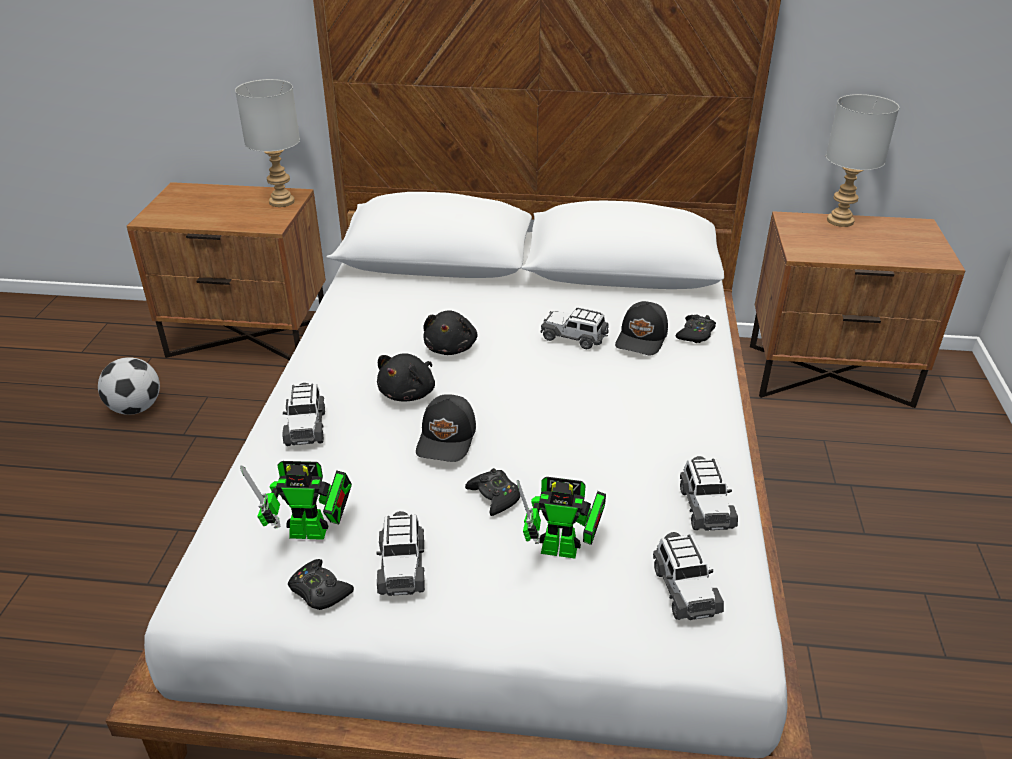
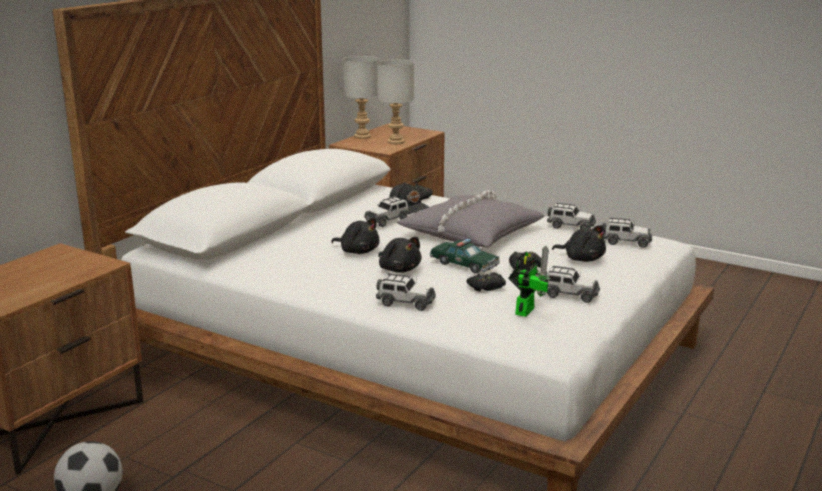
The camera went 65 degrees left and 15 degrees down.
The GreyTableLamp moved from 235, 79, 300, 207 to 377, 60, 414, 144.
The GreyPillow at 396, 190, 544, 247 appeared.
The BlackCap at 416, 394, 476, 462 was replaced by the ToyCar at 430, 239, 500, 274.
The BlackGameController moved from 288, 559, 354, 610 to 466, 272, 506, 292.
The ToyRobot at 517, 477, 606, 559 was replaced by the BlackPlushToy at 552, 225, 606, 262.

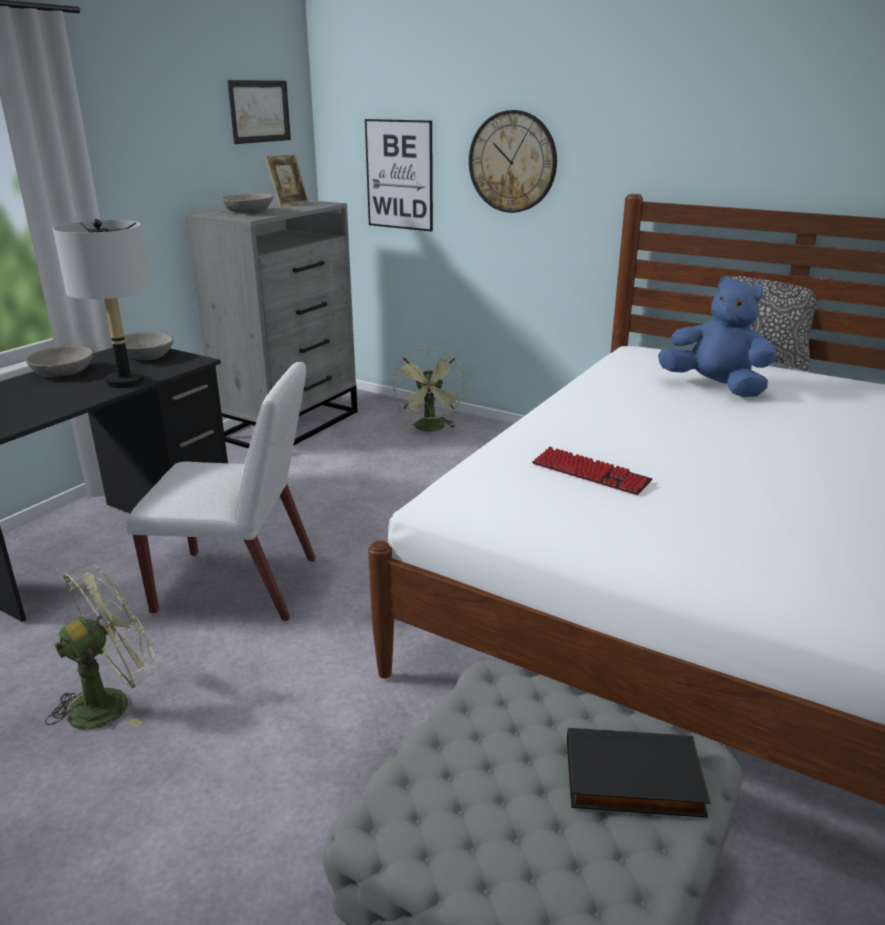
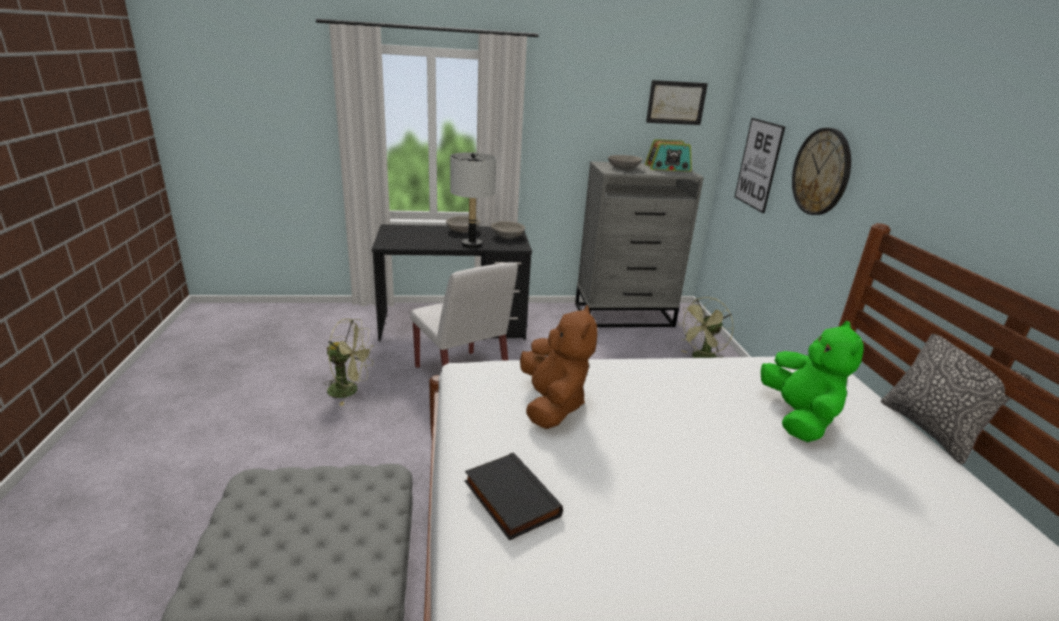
The camera went 50 degrees right and 0 degrees up.
The BlackBook moved from 567, 728, 710, 818 to 465, 452, 563, 540.
The Keyboard at 532, 447, 652, 495 was replaced by the BrownPlushToy at 520, 305, 597, 429.
The PictureFrame at 265, 154, 309, 206 was replaced by the Radio at 645, 139, 692, 172.
The BluePlushToy at 658, 276, 776, 397 became the GreenPlushToy at 761, 321, 864, 443.

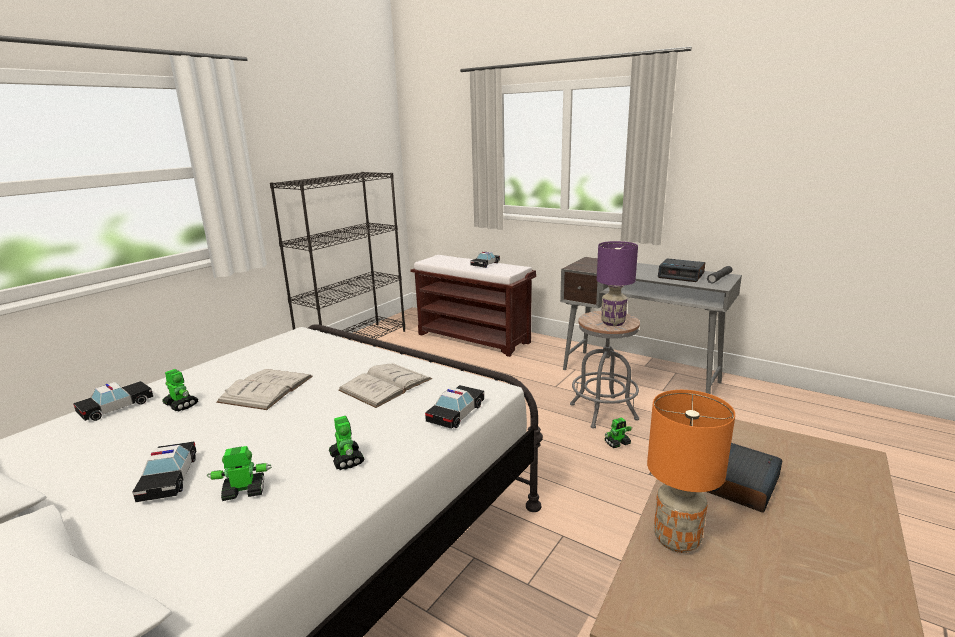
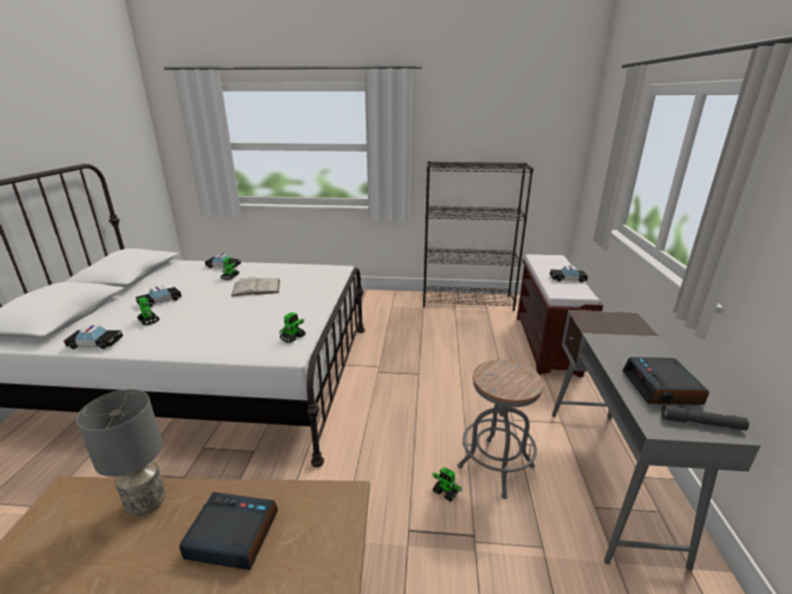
The camera went 60 degrees right and 5 degrees up.
The ToyCar moved from 425, 385, 484, 429 to 64, 325, 123, 349.
The OrangeTableLamp at 647, 390, 735, 553 became the GreyTableLamp at 76, 389, 165, 516.
The ToyRobot moved from 329, 416, 364, 470 to 279, 312, 306, 343.
The WhiteBook at 338, 363, 432, 408 disappeared.
The PurpleTableLamp at 597, 241, 638, 326 disappeared.

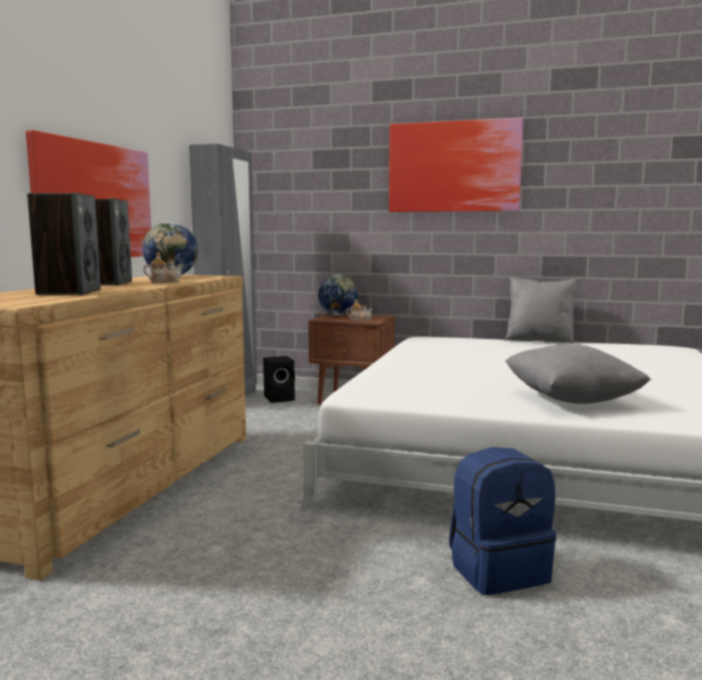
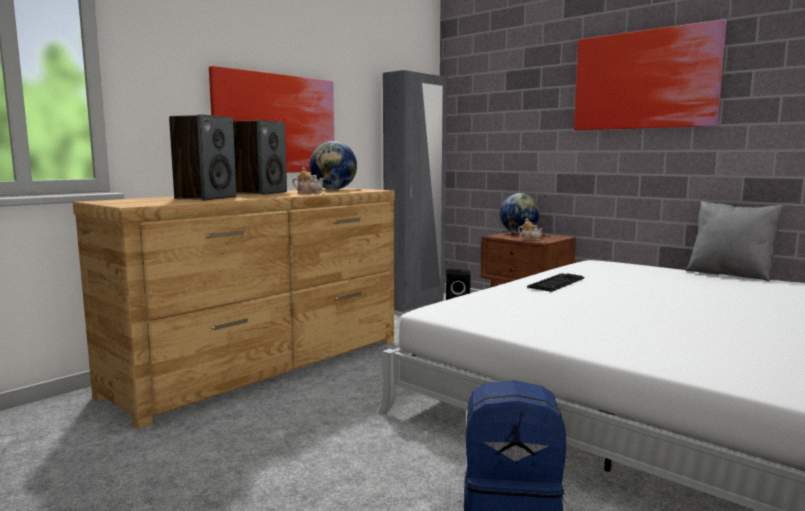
The camera went 25 degrees right and 0 degrees up.
The Keyboard at 527, 273, 584, 292 appeared.
The GreyPillow at 505, 344, 651, 404 disappeared.

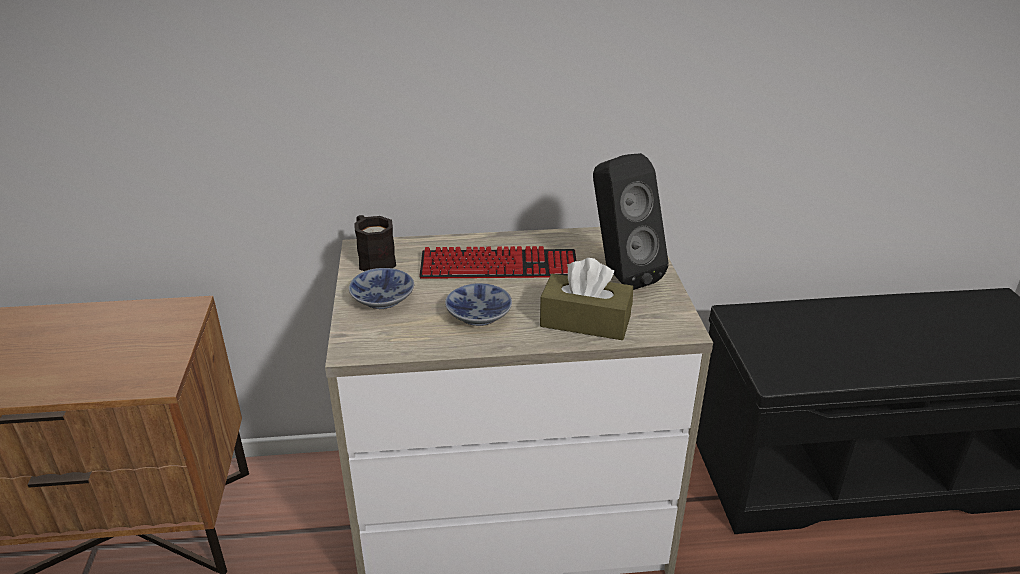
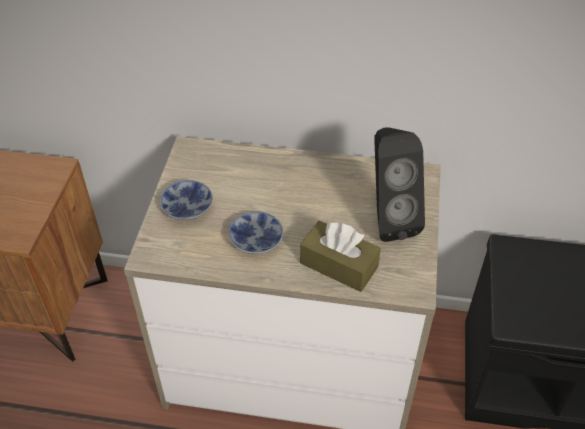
The camera went 15 degrees right and 15 degrees up.
The BlackMug at 354, 215, 396, 271 disappeared.
The Keyboard at 419, 246, 577, 279 disappeared.

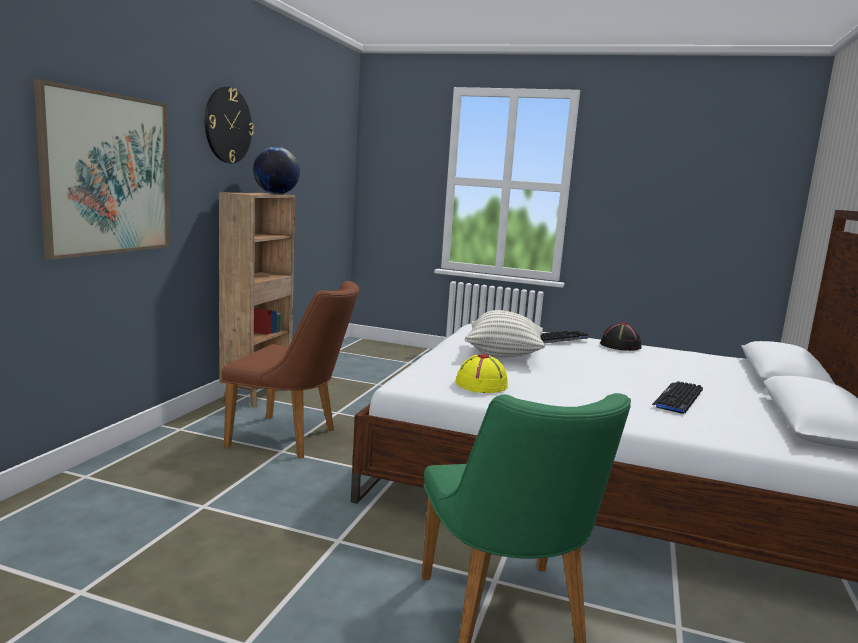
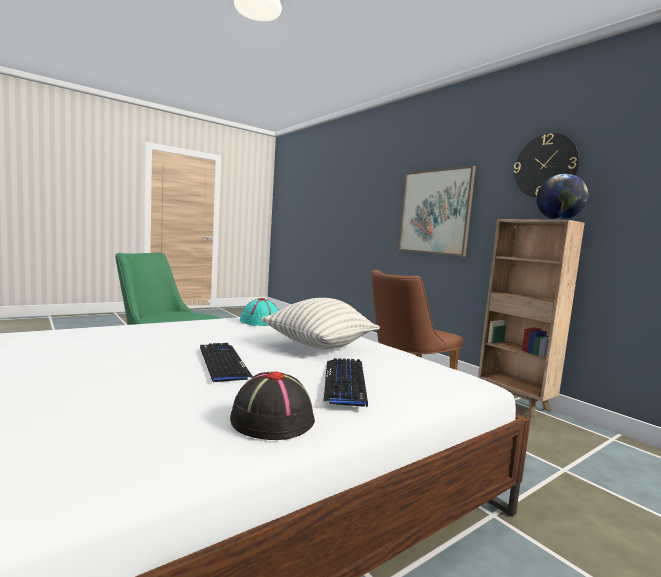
The camera went 125 degrees right and 5 degrees down.
The Keyboard moved from 652, 381, 703, 414 to 200, 343, 253, 382.
The YellowHat at 455, 354, 508, 393 became the TurquoiseHat at 240, 298, 278, 326.

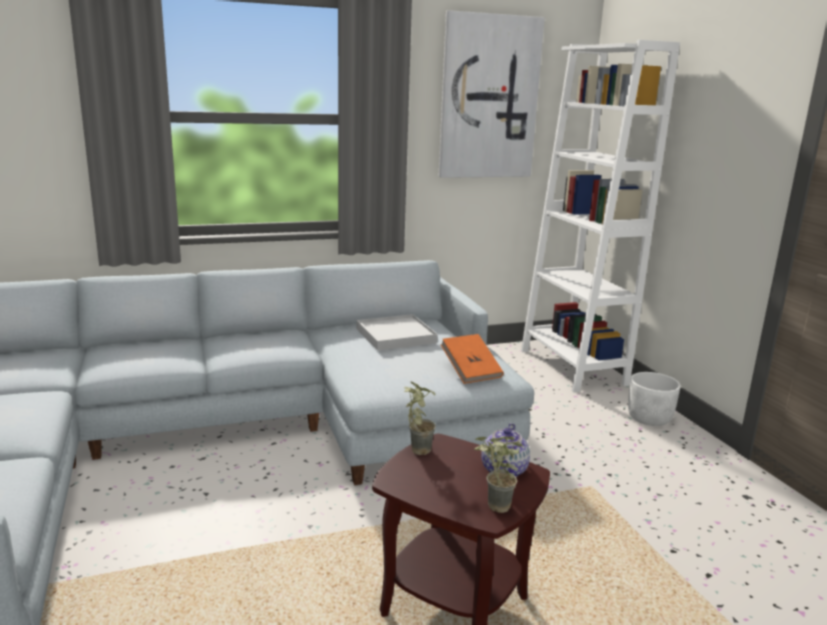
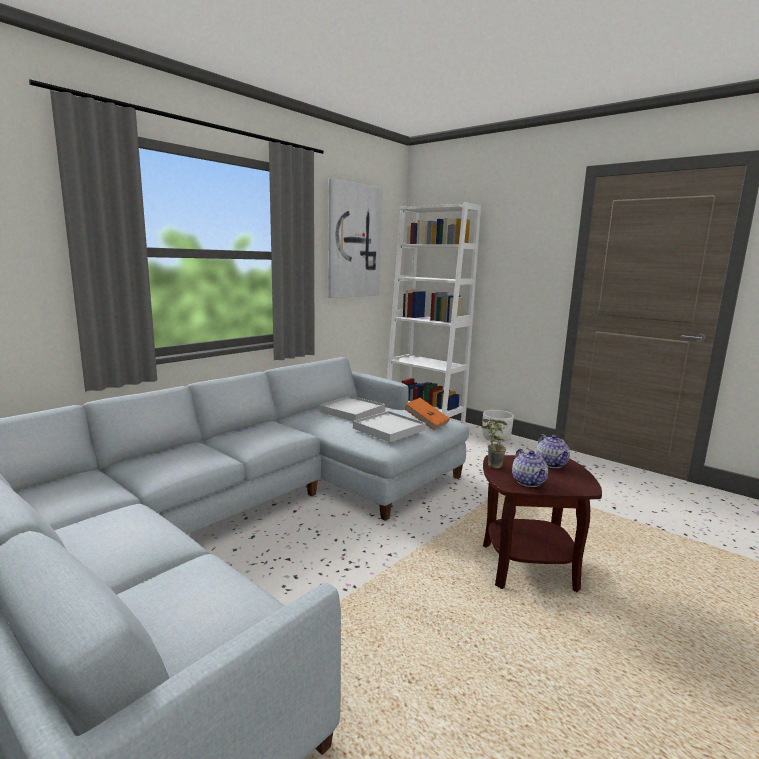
The camera went 30 degrees left and 5 degrees down.
The WhiteTray at 353, 411, 426, 442 appeared.
The Teapot at 512, 449, 548, 487 appeared.
The PottedPlant at 474, 436, 523, 513 disappeared.

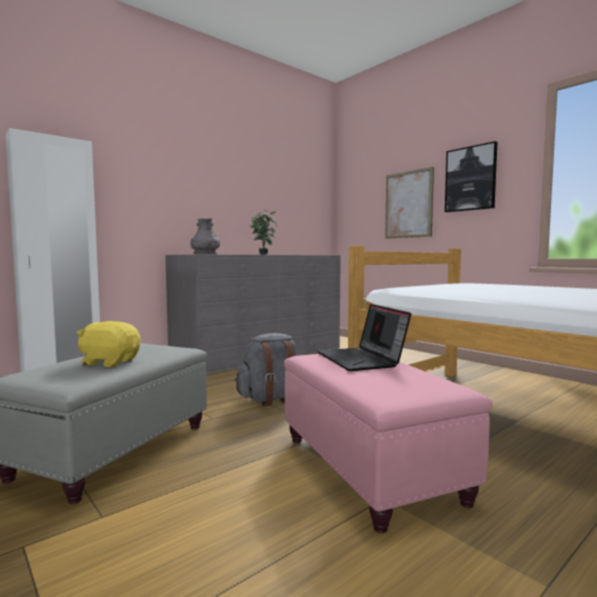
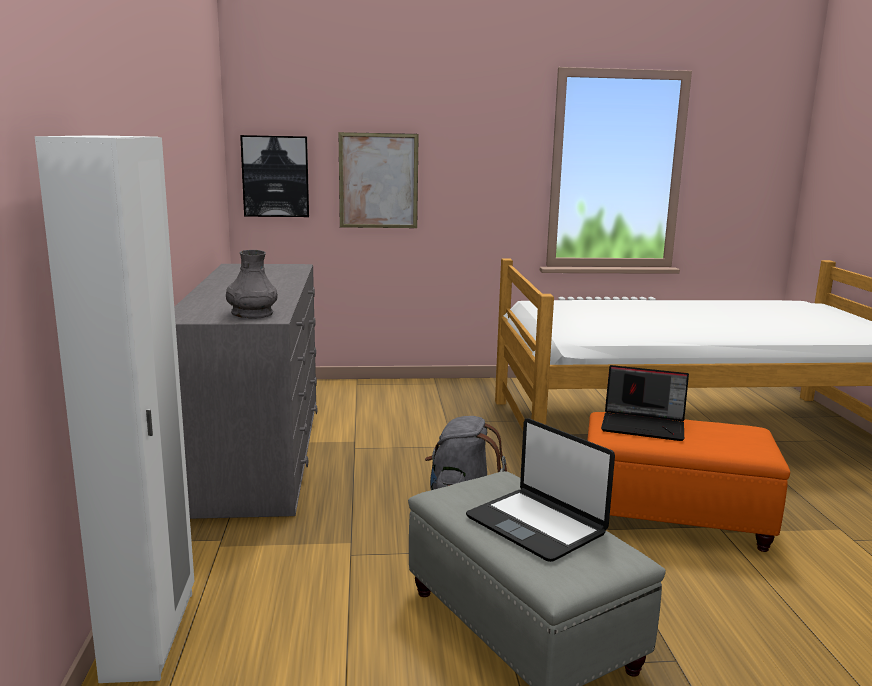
The camera went 55 degrees left and 10 degrees up.
The Picture moved from 445, 141, 497, 212 to 240, 135, 309, 217.
The YellowPlushToy at 77, 321, 140, 367 was replaced by the Laptop at 466, 418, 615, 562.
The PinkOttoman at 284, 354, 492, 533 became the OrangeOttoman at 587, 412, 790, 552.
The PottedPlant at 250, 210, 277, 255 disappeared.

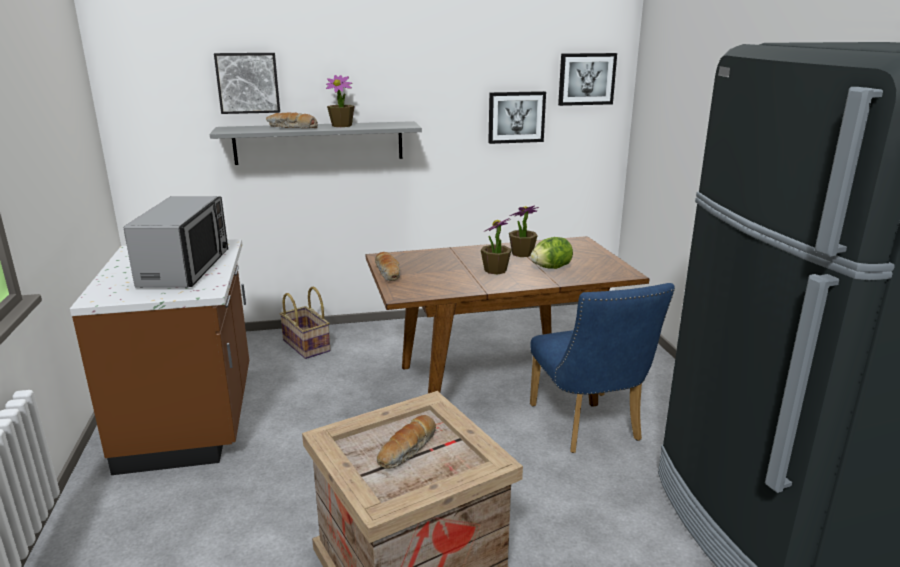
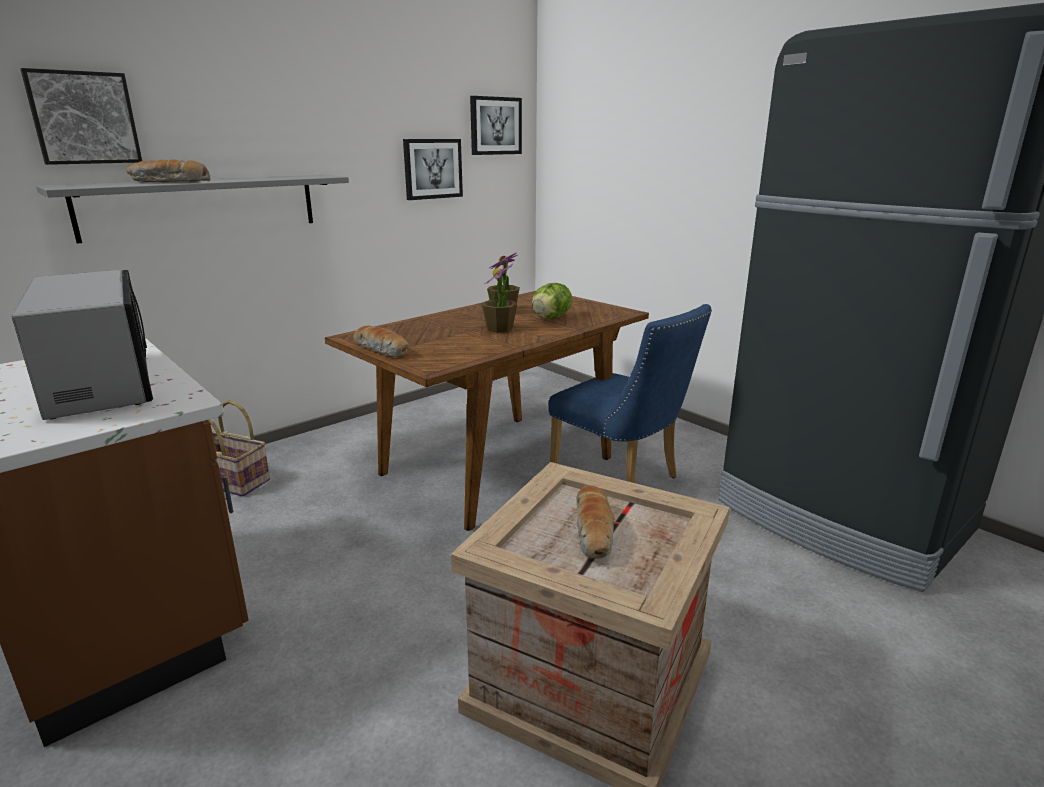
The camera went 30 degrees left and 0 degrees up.
The PottedPlant at 326, 75, 355, 127 disappeared.

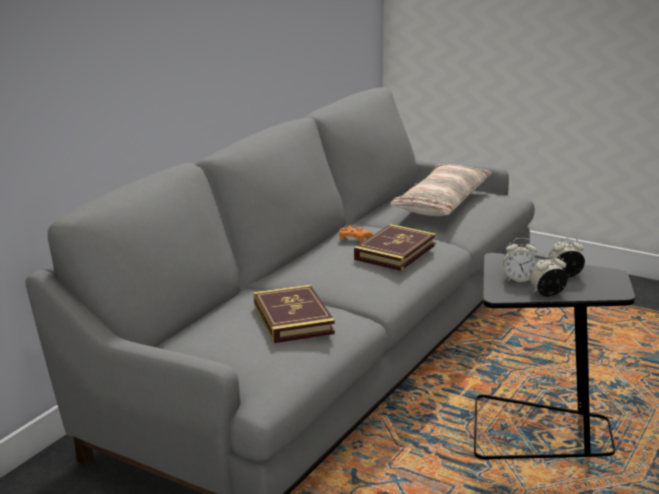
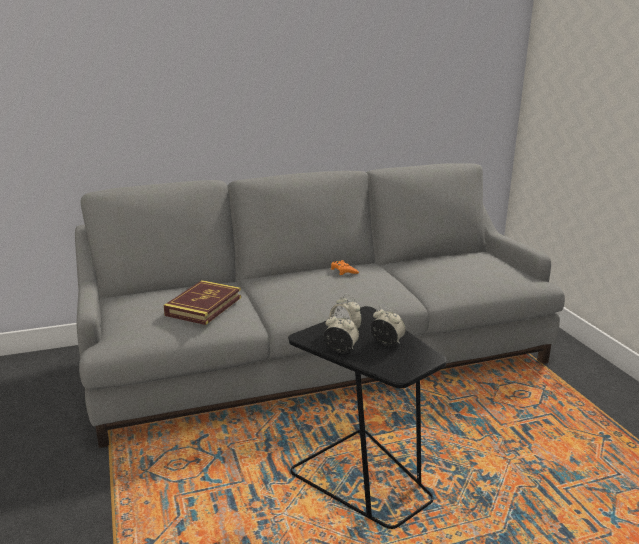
The camera went 40 degrees right and 0 degrees up.
The Book at 354, 224, 436, 271 disappeared.
The Pillow at 390, 164, 492, 216 disappeared.

